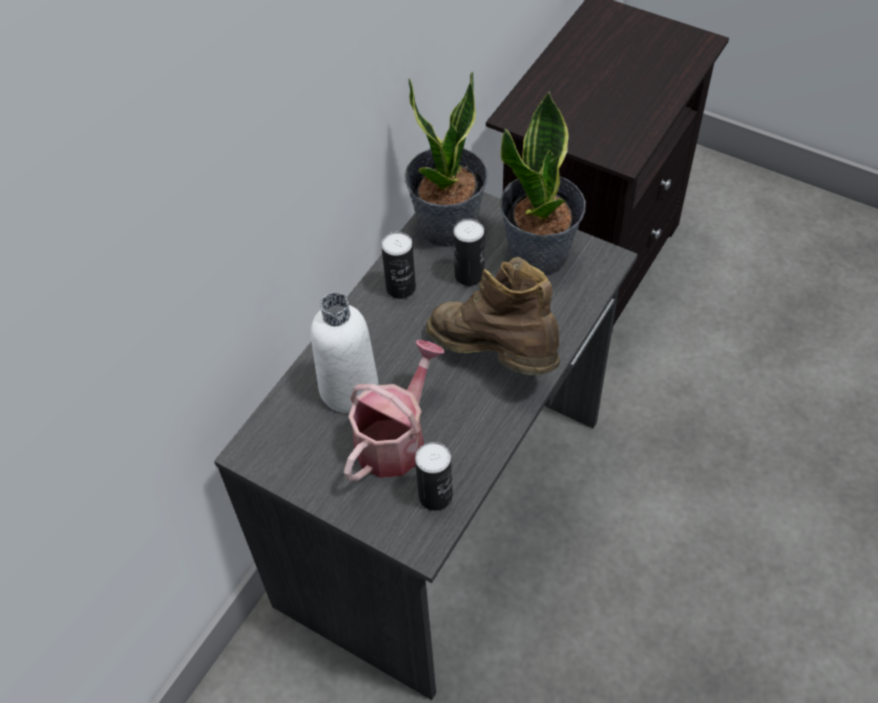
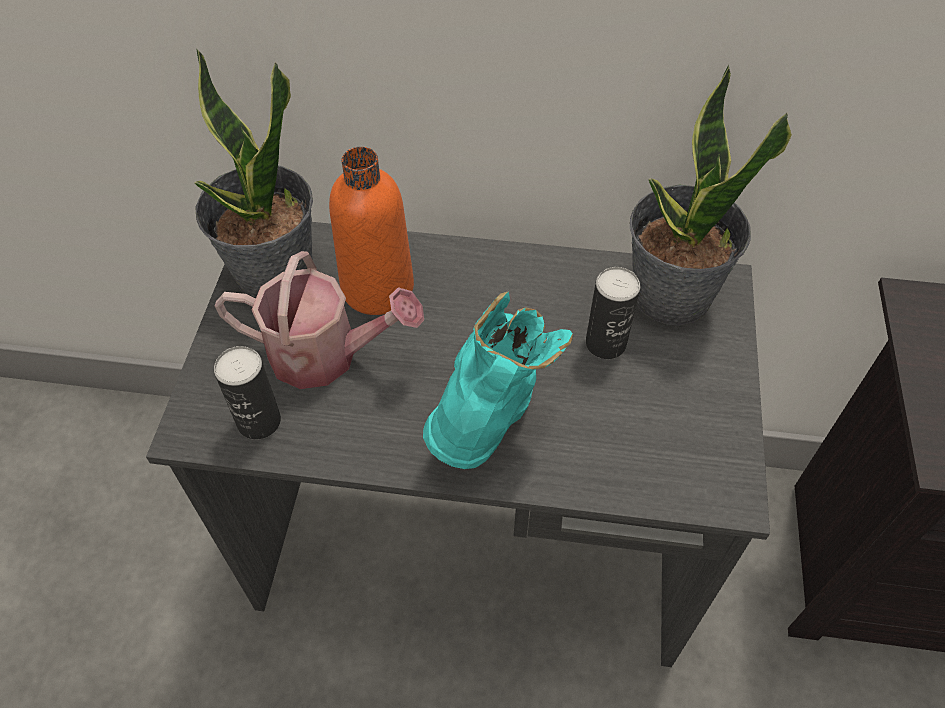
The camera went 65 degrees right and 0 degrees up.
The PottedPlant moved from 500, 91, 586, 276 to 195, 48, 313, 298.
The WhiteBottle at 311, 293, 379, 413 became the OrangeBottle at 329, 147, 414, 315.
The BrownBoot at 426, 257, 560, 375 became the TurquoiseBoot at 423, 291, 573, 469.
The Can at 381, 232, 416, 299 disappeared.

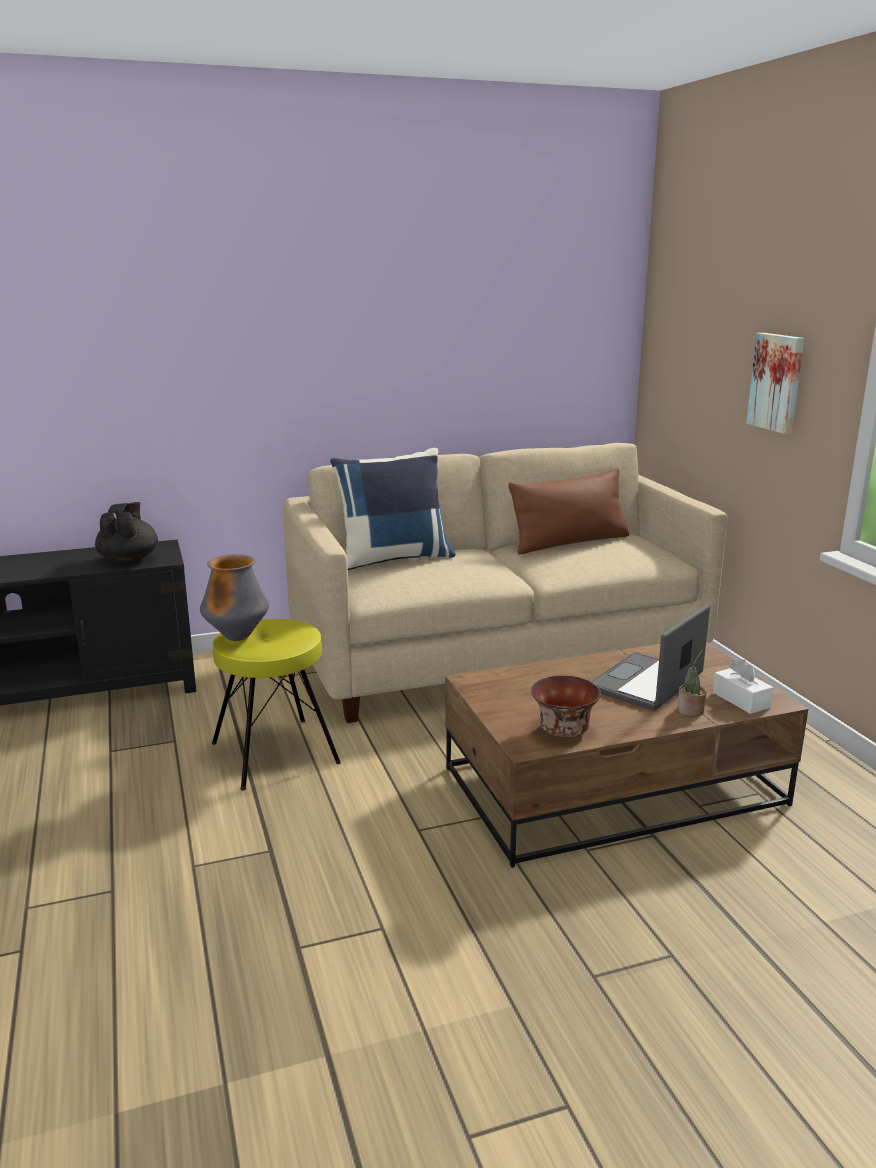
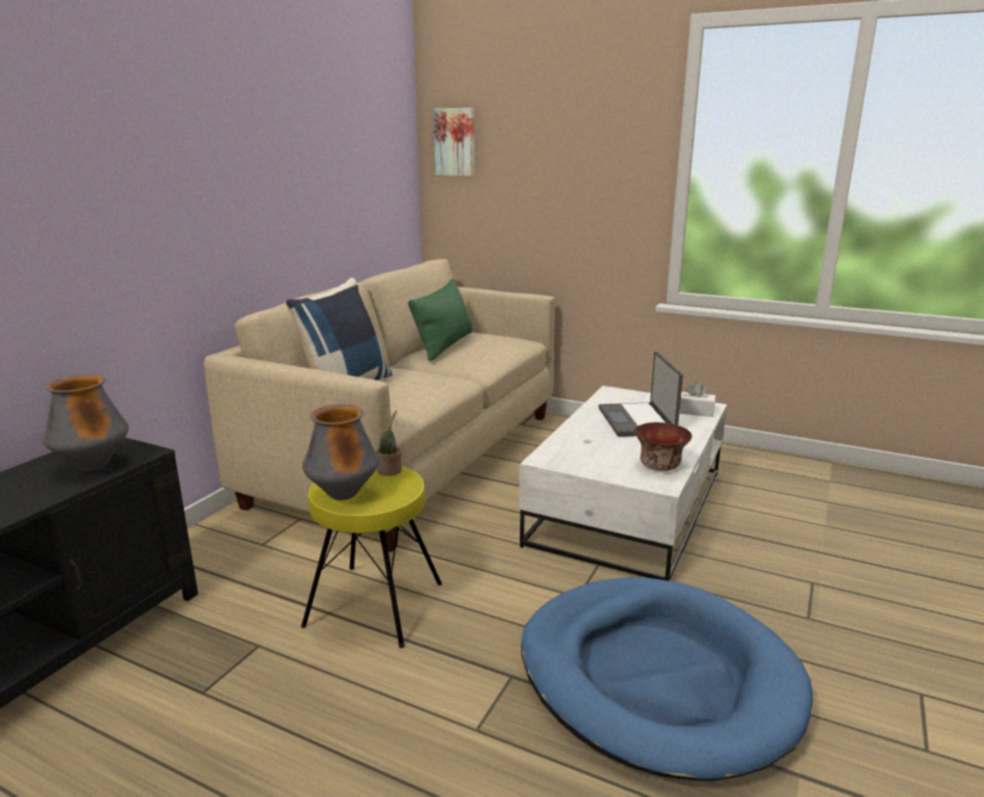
The camera went 45 degrees left and 0 degrees up.
The BlackTeapot at 95, 502, 158, 563 was replaced by the Vase at 42, 374, 129, 471.
The PottedPlant moved from 677, 650, 707, 717 to 376, 411, 402, 476.
The BrownPillow at 508, 469, 629, 554 became the GreenPillow at 408, 279, 473, 362.
The Picture moved from 746, 333, 804, 434 to 434, 108, 475, 176.
The BrownCoffeeTable at 445, 642, 808, 868 became the WhiteCoffeeTable at 519, 386, 727, 581.
The BlueDogBed at 521, 577, 813, 781 appeared.

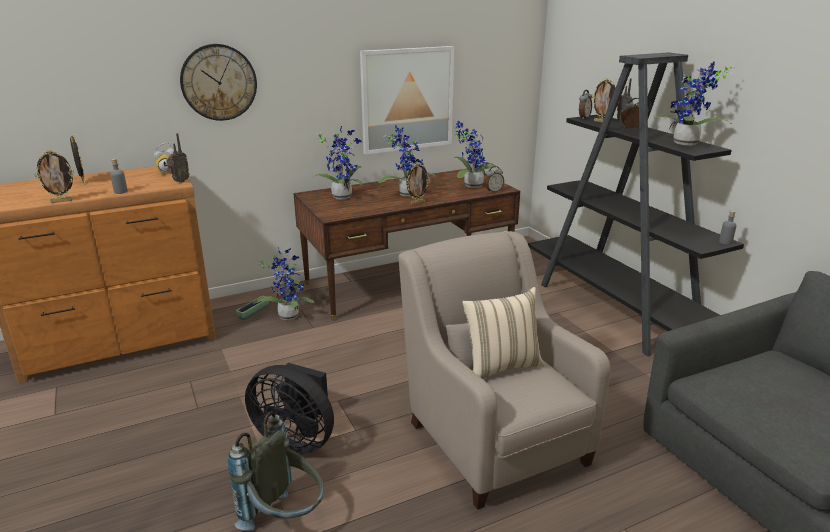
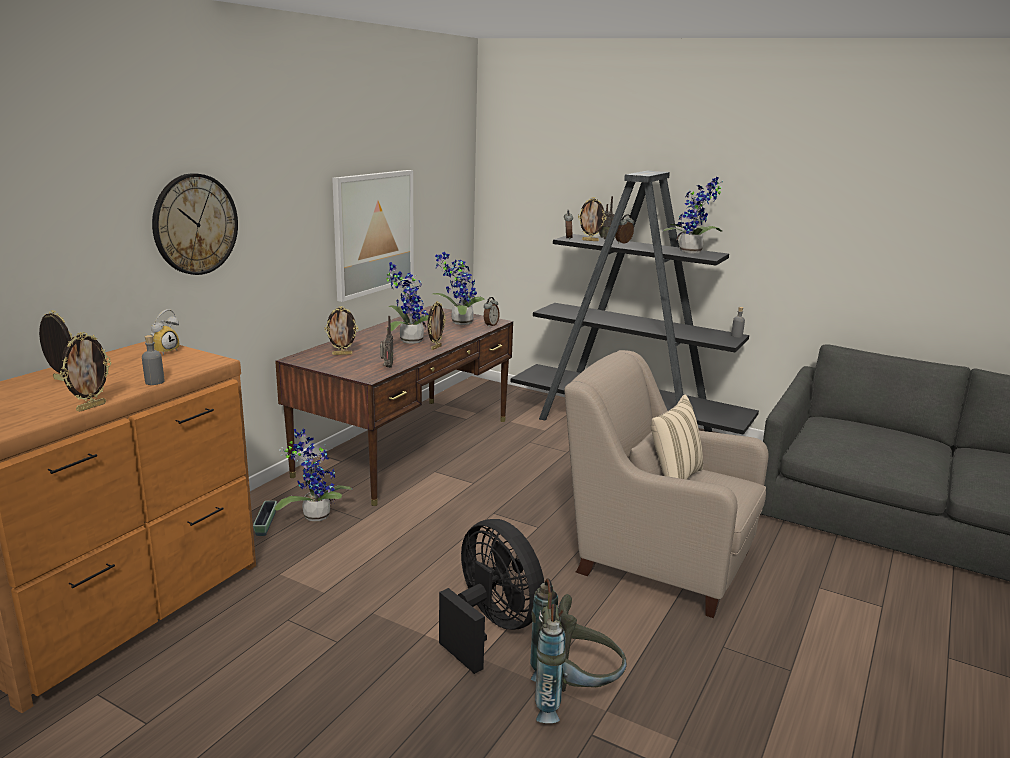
The camera went 35 degrees left and 5 degrees down.
The PottedPlant at 311, 126, 363, 199 was replaced by the PictureFrame at 325, 306, 358, 355.
The Radio moved from 166, 133, 190, 183 to 380, 316, 393, 368.
The BlackFan at 245, 363, 334, 455 turned 120 degrees counterclockwise.

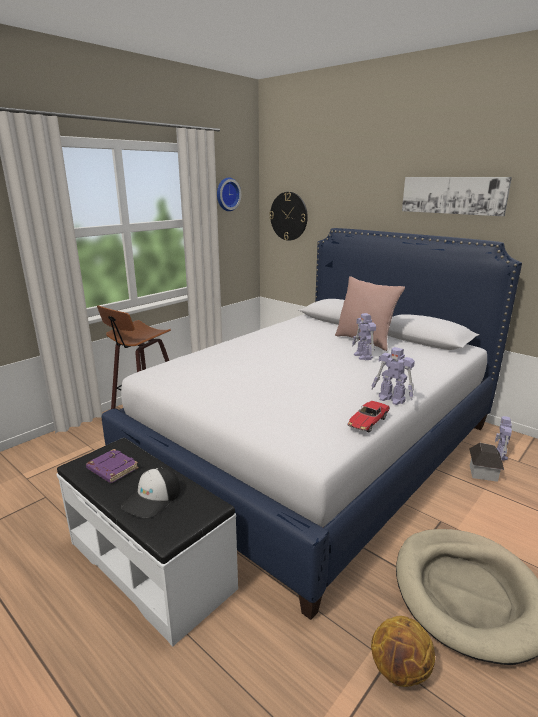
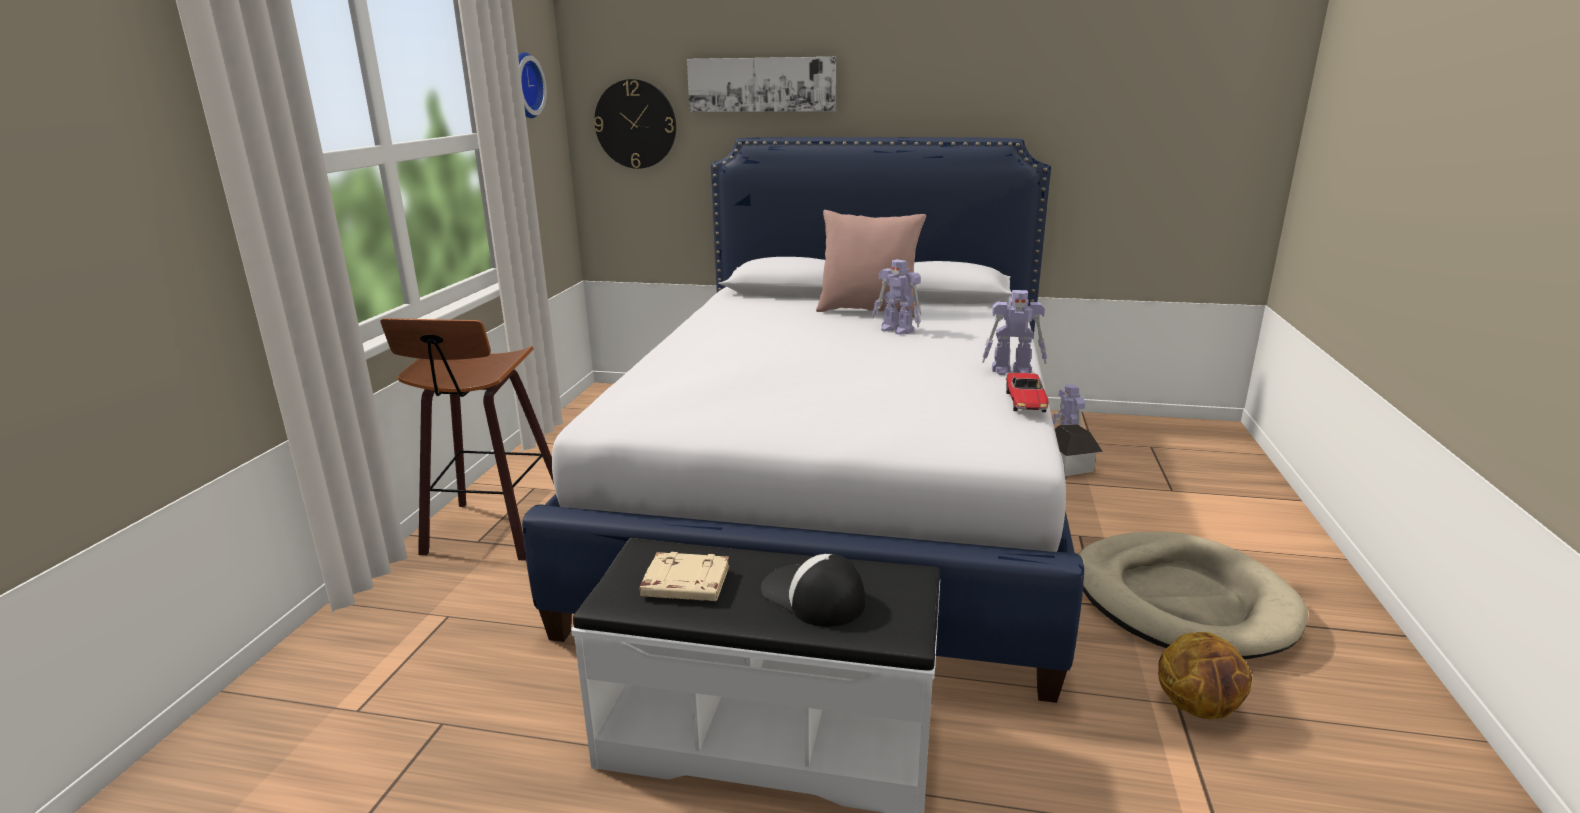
The camera went 30 degrees left and 0 degrees up.
The PurpleBook at 86, 449, 139, 483 became the BeigeBook at 640, 552, 729, 601.
The Picture moved from 402, 177, 512, 216 to 687, 57, 836, 112.
The Cap at 122, 465, 181, 518 turned 135 degrees clockwise.

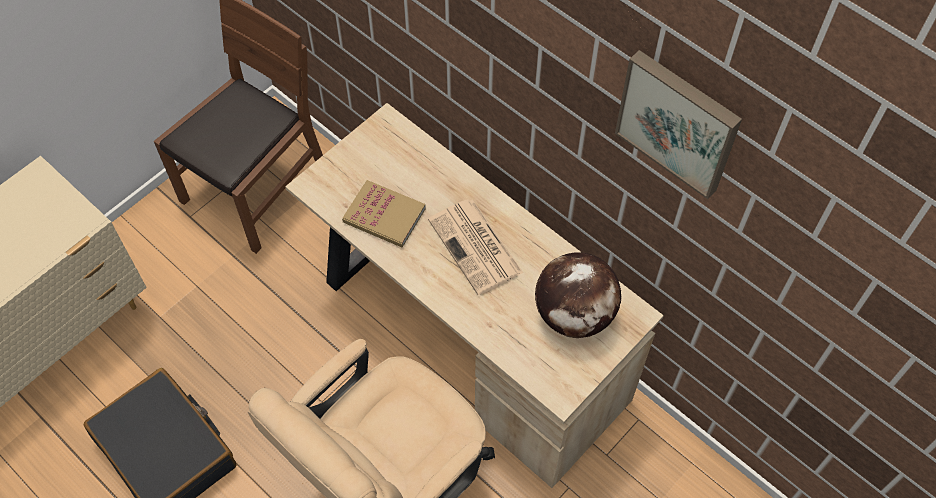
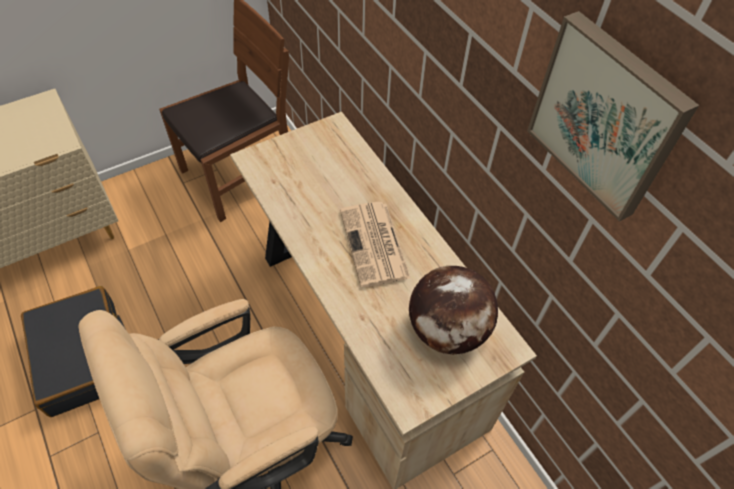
The camera went 15 degrees right and 5 degrees down.
The Book at 342, 180, 426, 247 disappeared.

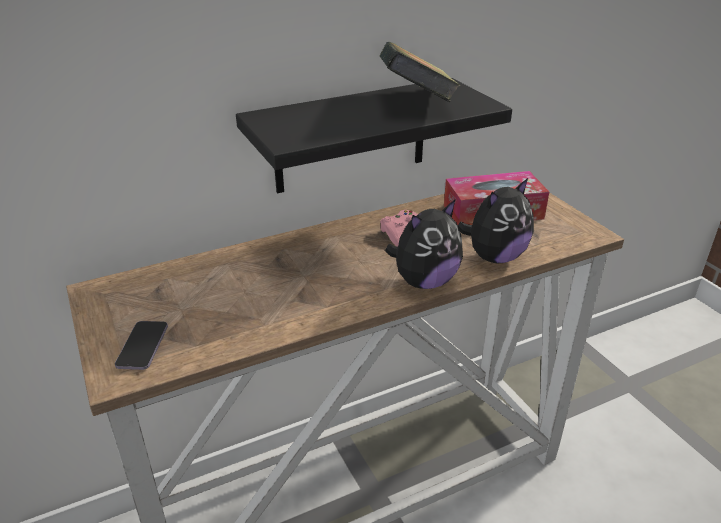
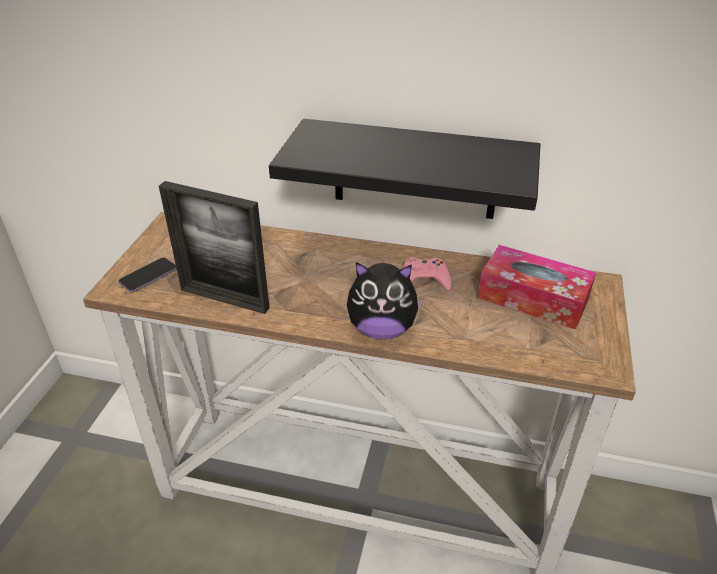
The camera went 40 degrees right and 5 degrees up.
The PictureFrame at 159, 181, 270, 314 appeared.
The Book at 380, 42, 461, 102 disappeared.
The PlushToy at 458, 178, 534, 264 disappeared.

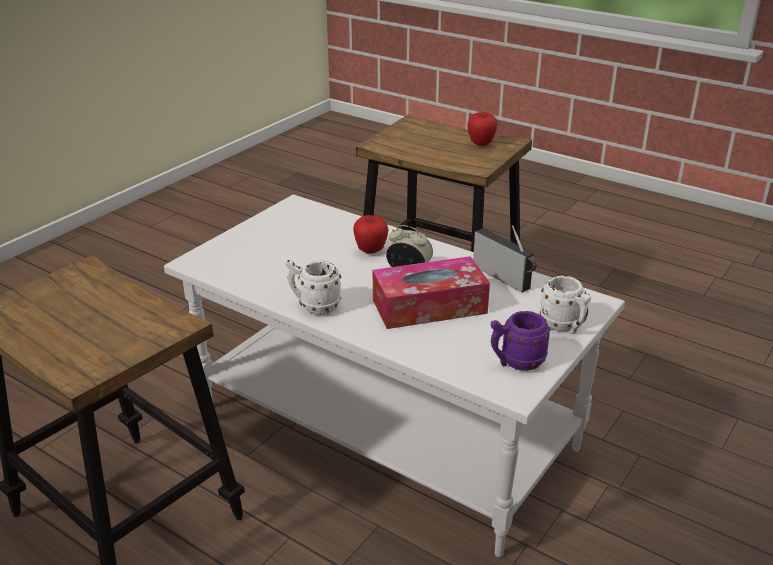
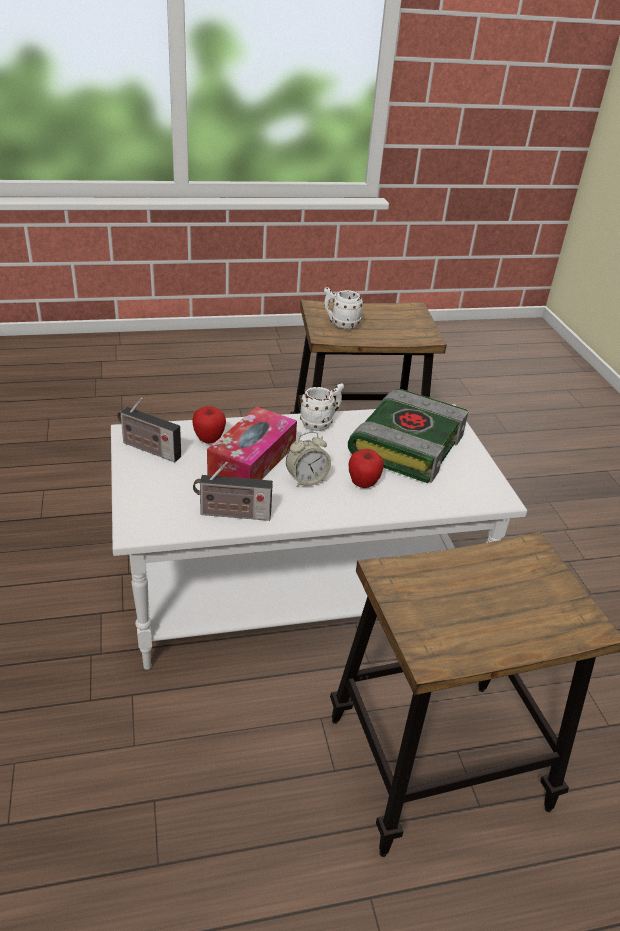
The camera went 130 degrees right and 5 degrees up.
The PurpleMug at 491, 311, 551, 371 was replaced by the Radio at 117, 398, 181, 462.
The Apple moved from 467, 112, 498, 146 to 192, 406, 226, 444.
The WhiteMug moved from 540, 276, 591, 334 to 324, 287, 364, 329.
The Book at 348, 389, 468, 483 appeared.

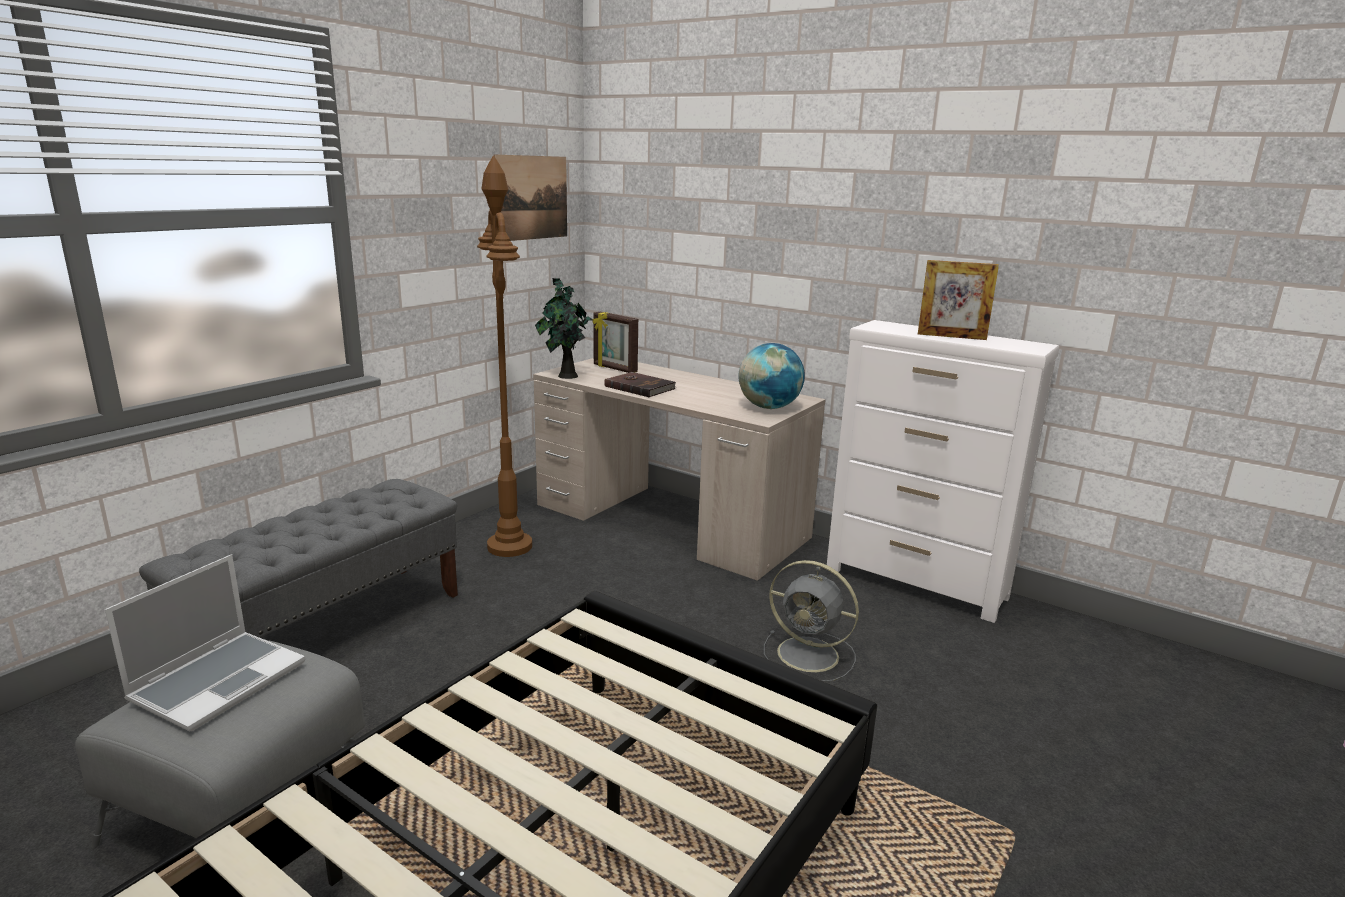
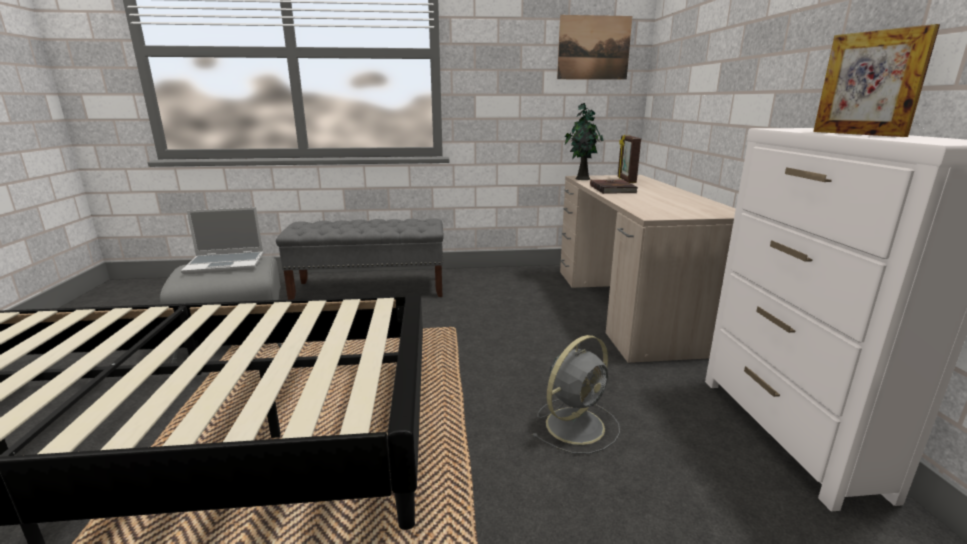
The camera went 50 degrees right and 0 degrees up.
The GreyFan at 764, 560, 859, 682 turned 120 degrees counterclockwise.
The BrownFloorLamp at 477, 156, 532, 557 disappeared.
The Globe at 738, 343, 805, 409 disappeared.

